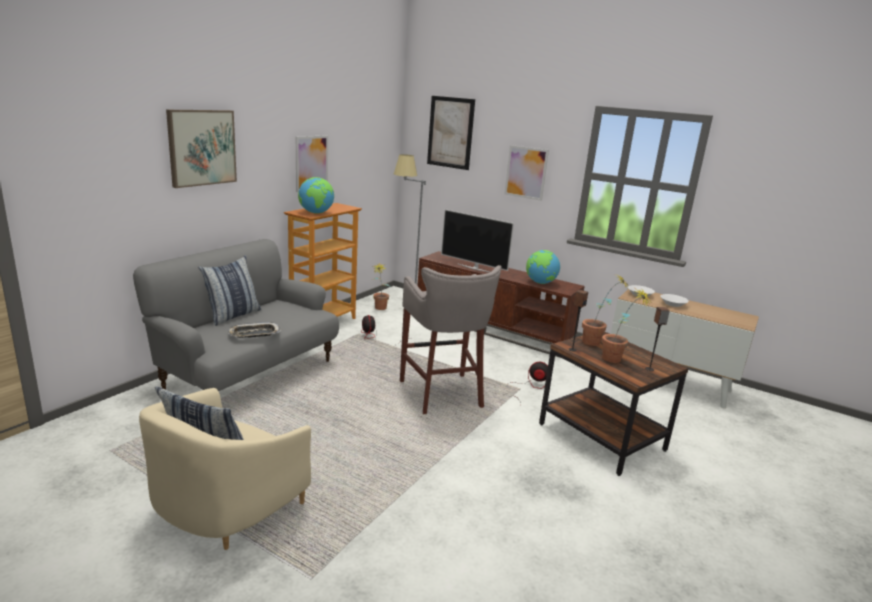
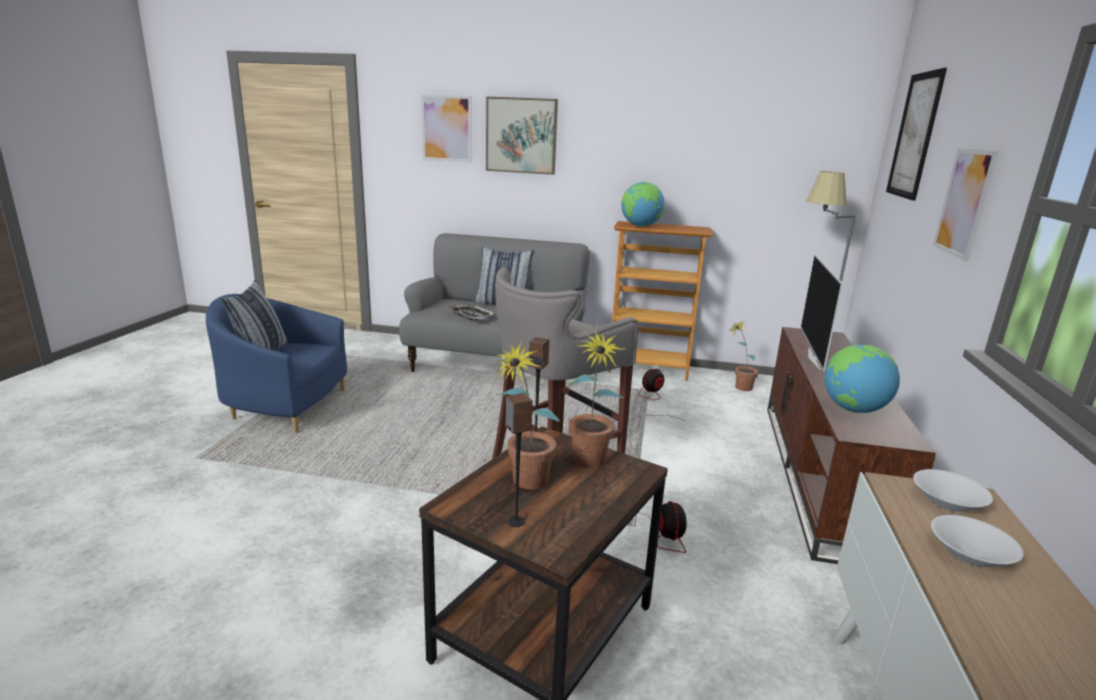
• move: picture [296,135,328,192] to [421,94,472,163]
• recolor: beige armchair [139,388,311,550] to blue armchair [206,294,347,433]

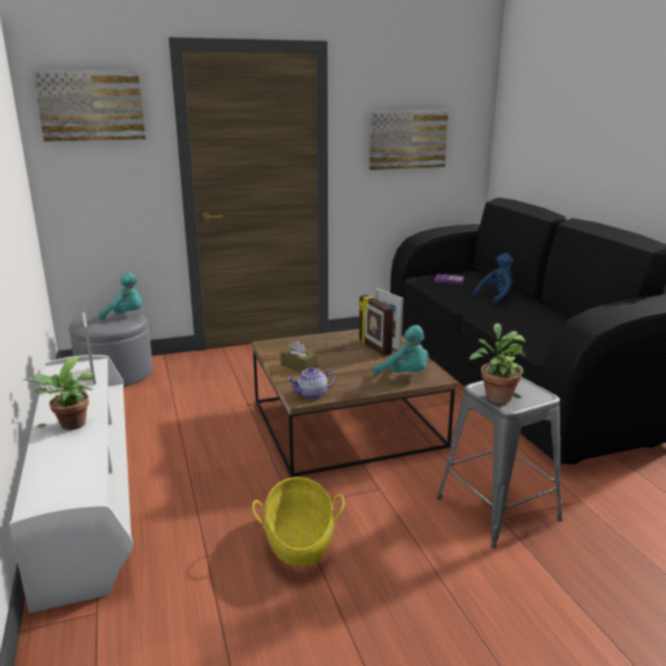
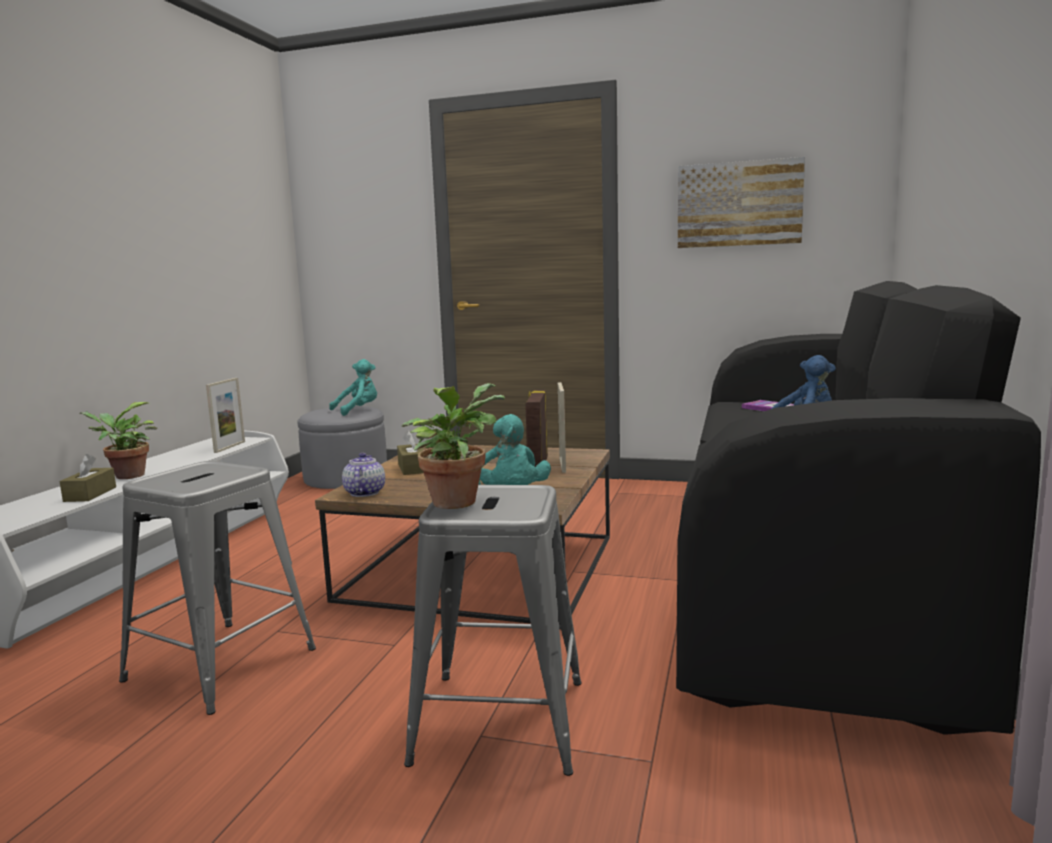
• delete: picture [33,70,146,142]
• insert: brown tissue box [60,454,116,502]
• replace: basket [252,477,345,567] to grey stool [119,461,316,715]
• rotate: turquoise plush toy [99,273,142,320] = [329,359,377,416] 75 degrees counterclockwise
• rotate: teapot [287,367,336,399] = [342,453,385,497] 75 degrees clockwise

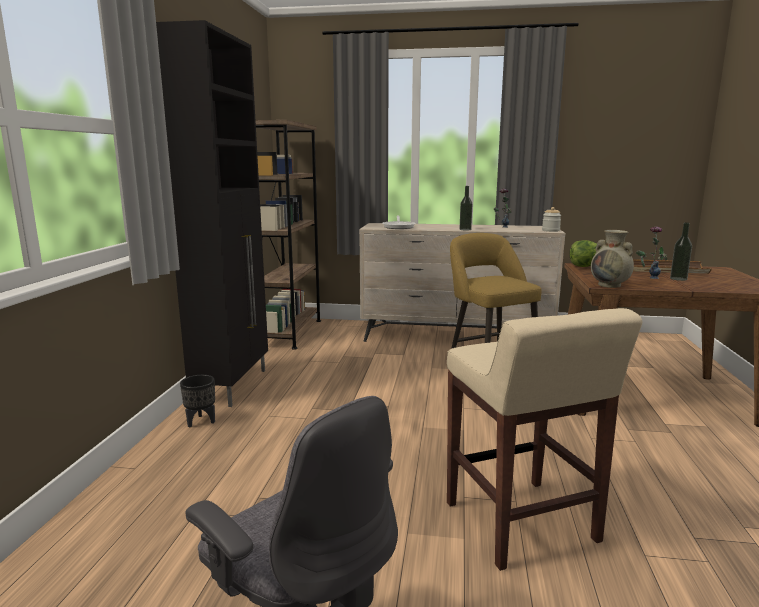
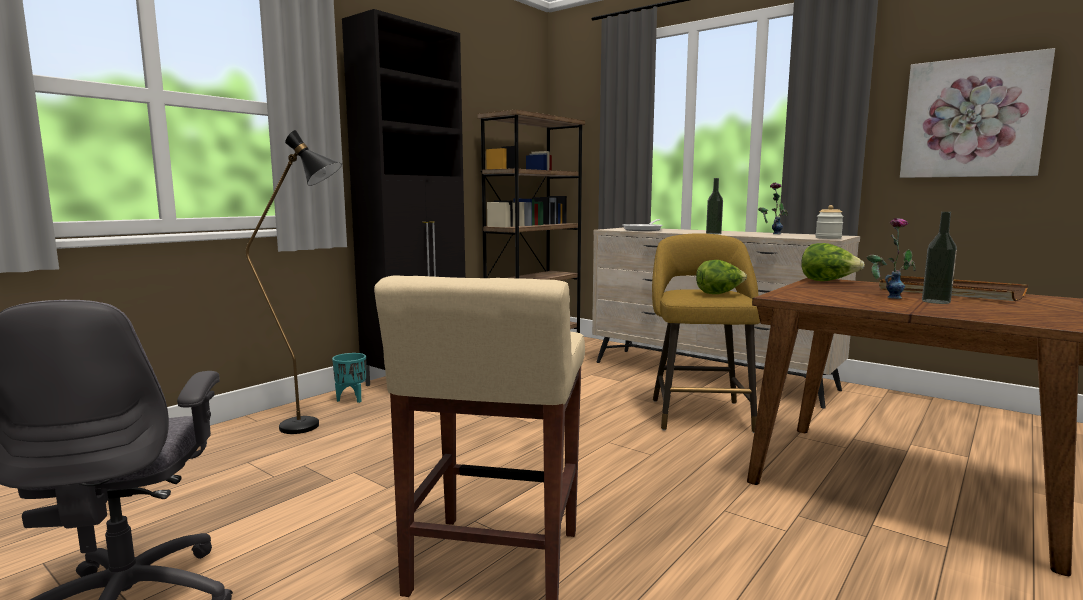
• delete: beige vase [591,230,634,288]
• insert: black floor lamp [246,130,342,434]
• insert: lettuce [696,260,747,294]
• insert: picture [900,48,1055,178]
• recolor: black planter [180,375,215,427] to turquoise planter [332,353,366,403]

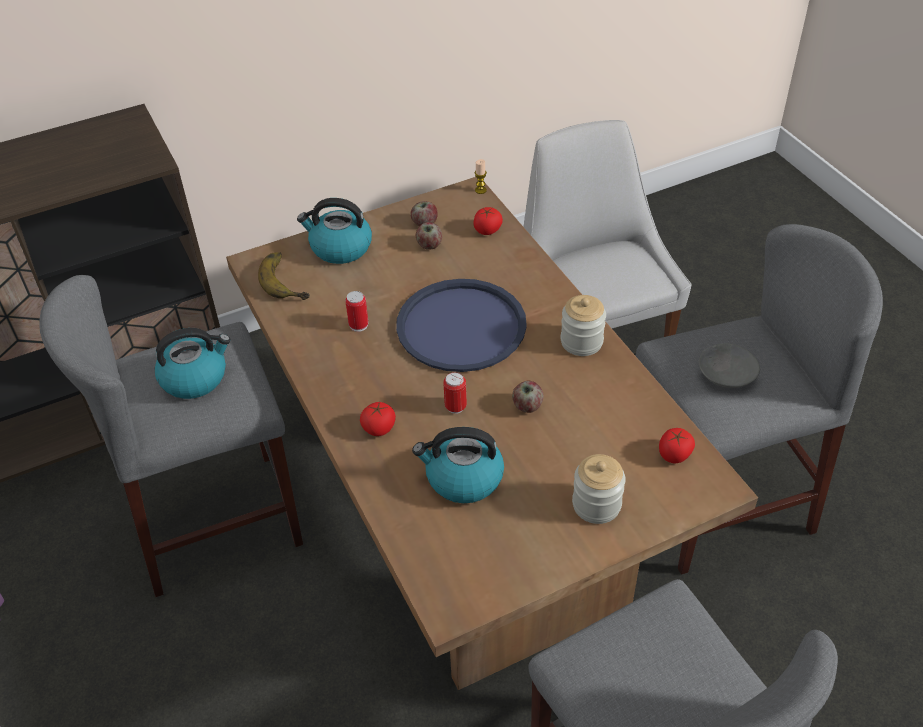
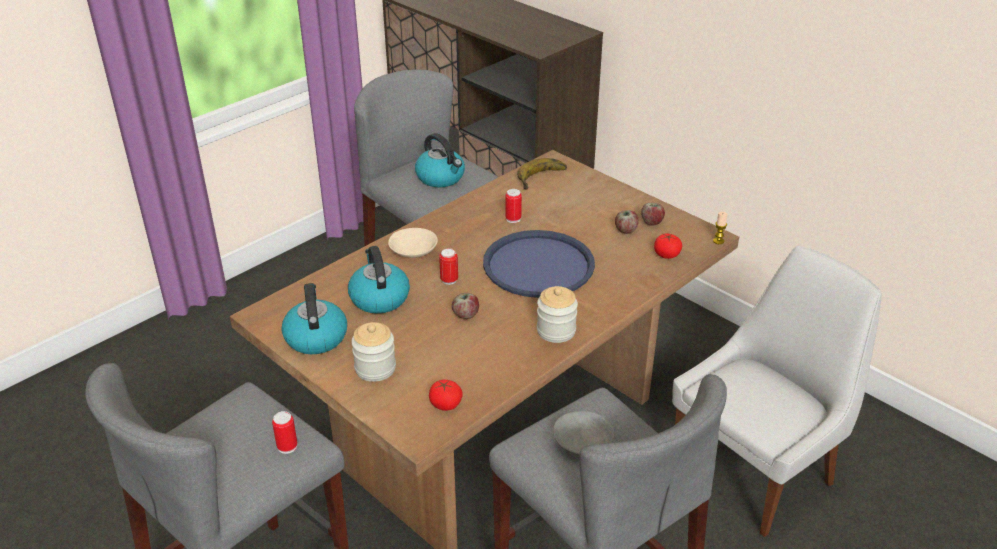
• insert: can [272,411,298,454]
• move: kettle [297,198,372,264] to [281,283,347,354]
• replace: tomato [360,402,396,436] to beige bowl [388,228,438,258]

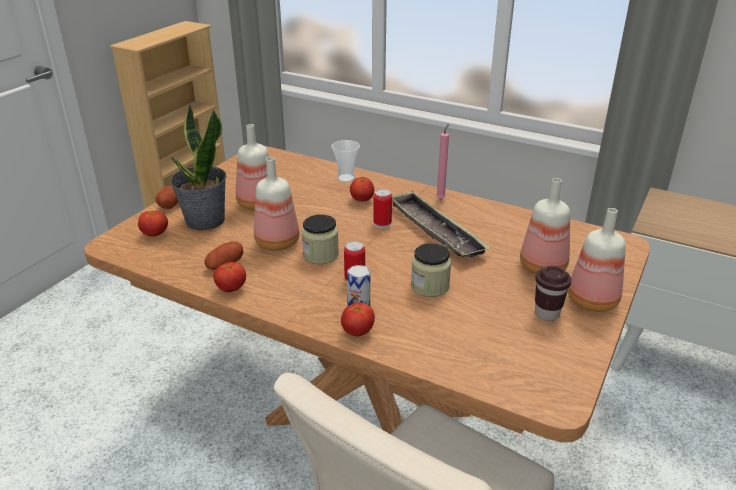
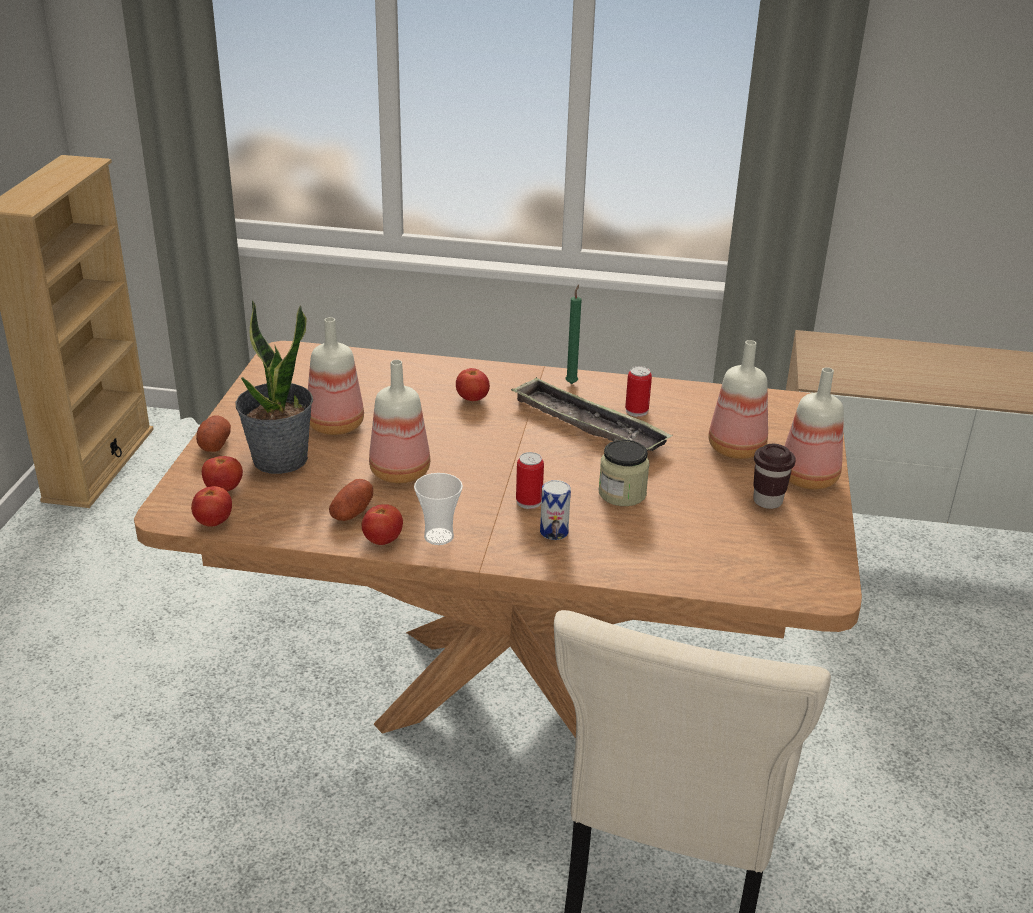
• delete: jar [302,214,339,264]
• move: cup [332,140,360,182] to [414,473,463,545]
• move: tomato [341,302,375,336] to [191,486,232,527]
• move: can [373,189,392,228] to [625,366,652,417]
• recolor: pink candle [436,124,449,200] to green candle [565,284,581,384]

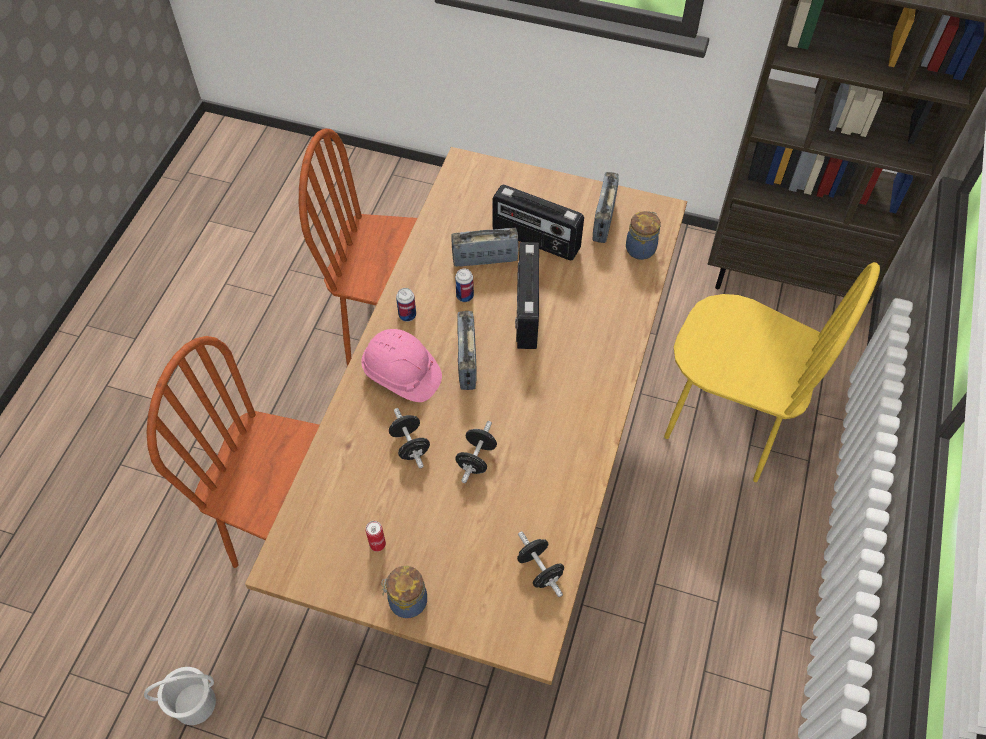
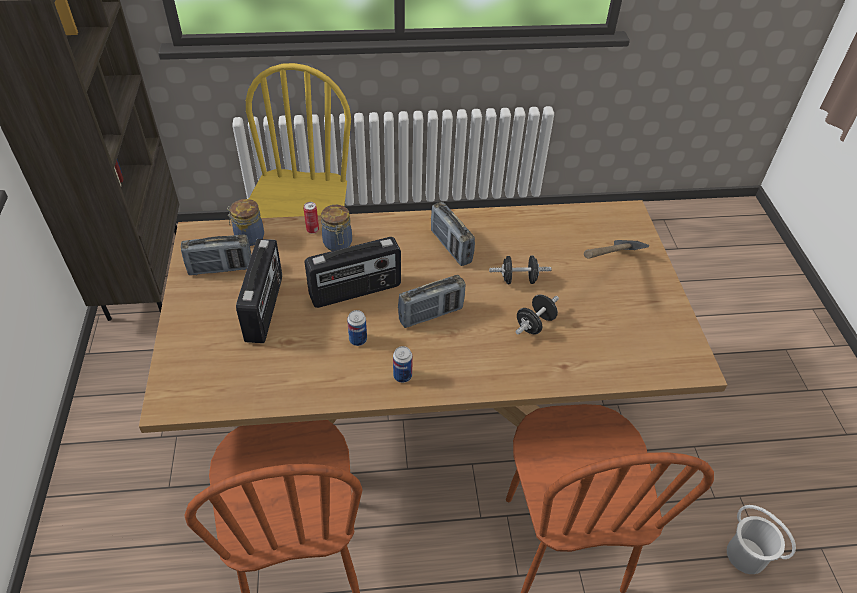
• delete: pink hard hat [361,329,442,402]
• delete: black dumbbell [517,531,564,597]
• insert: hammer [584,240,649,259]
• move: can [366,521,386,552] to [304,202,319,234]
• move: jar [381,566,427,618] to [321,205,352,251]
• move: radio [451,228,519,267] to [431,202,475,266]

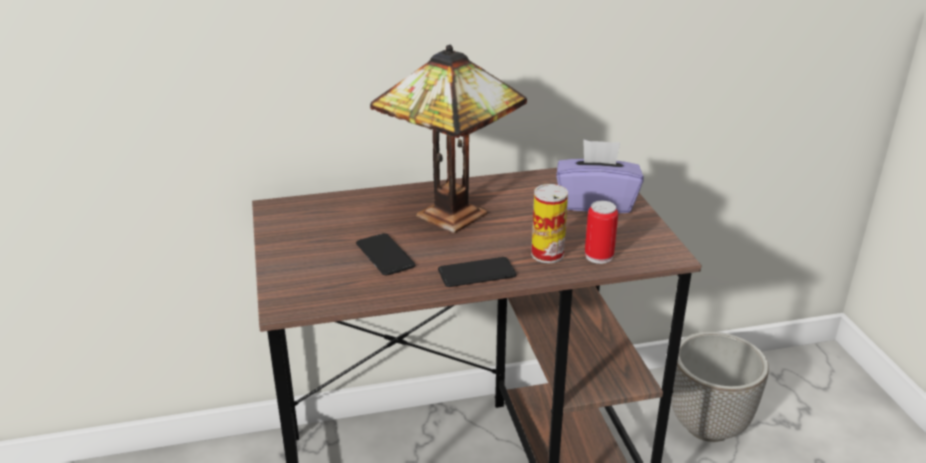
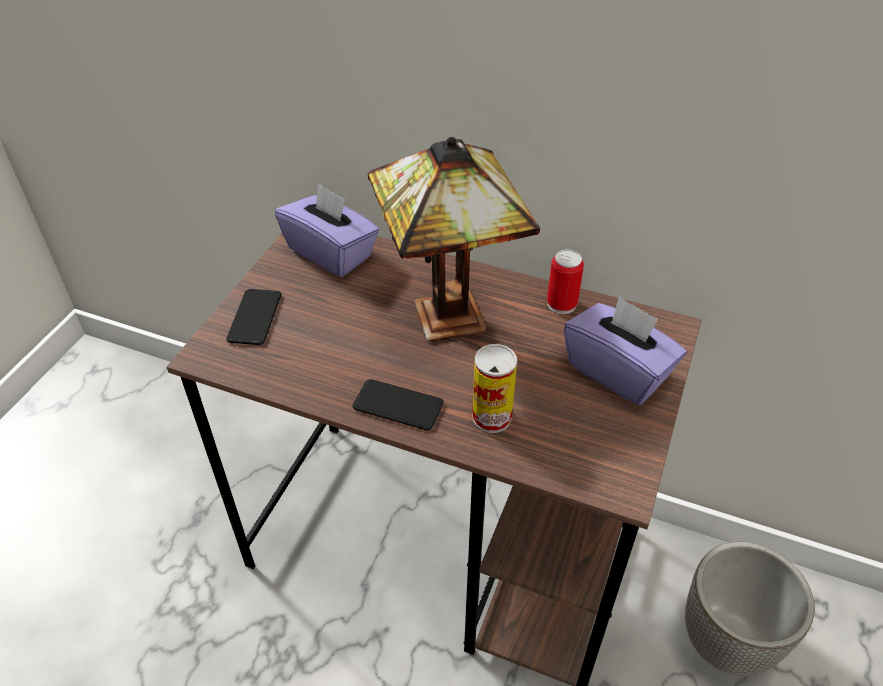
• insert: purple tissue box [275,183,379,277]
• move: phone [356,233,416,275] to [226,289,282,345]
• move: can [585,201,618,264] to [547,250,584,314]

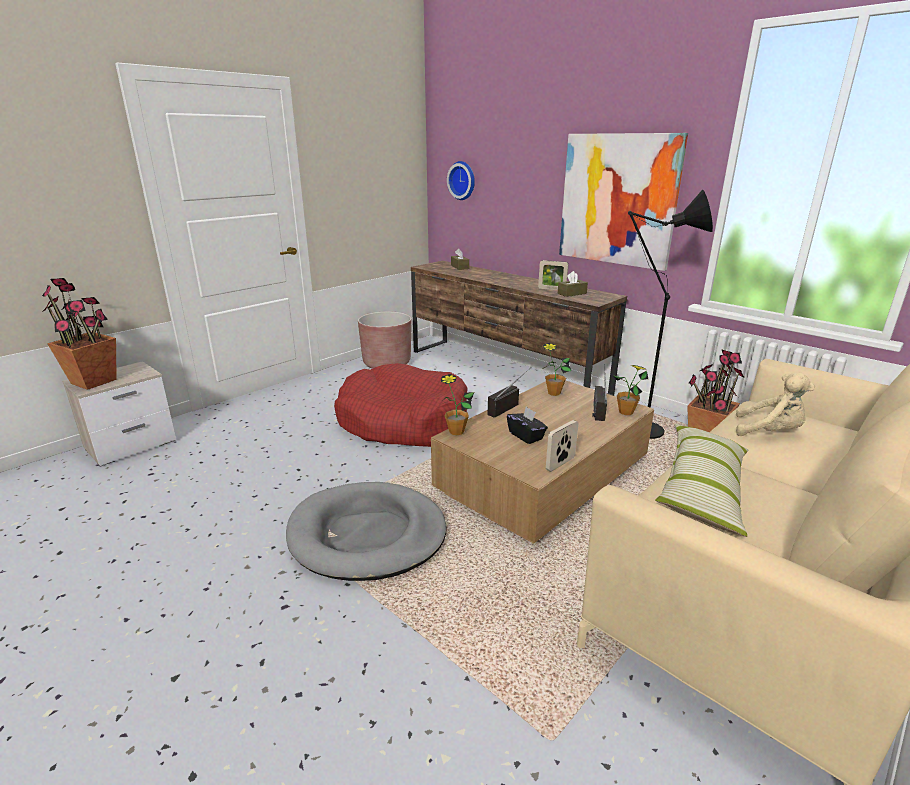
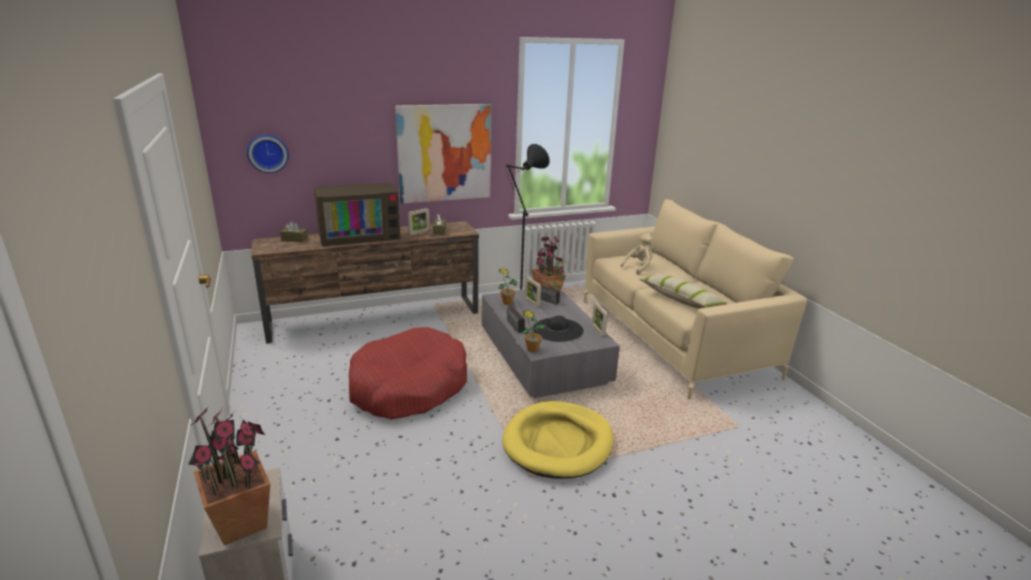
• delete: brown planter [358,311,411,369]
• insert: television [314,183,401,246]
• insert: picture frame [524,277,541,307]
• replace: black tissue box [507,407,548,444] to black hat [532,316,584,342]
• recolor: grey dog bed [286,482,446,581] to yellow dog bed [502,401,614,479]
• recolor: brown coffee table [431,380,654,544] to grey coffee table [482,286,620,398]

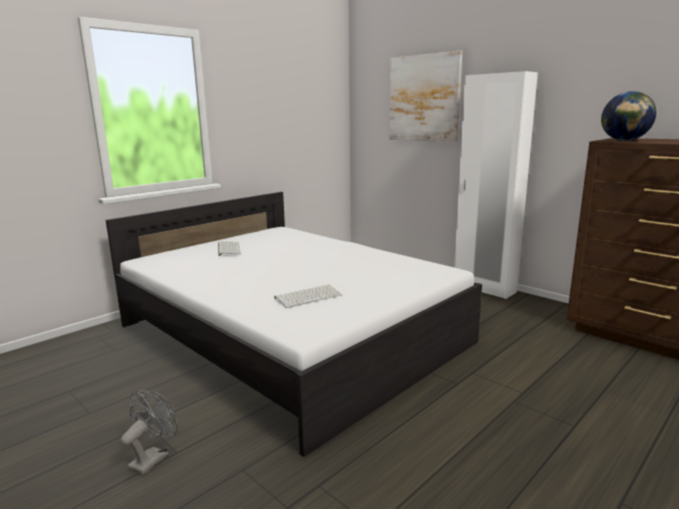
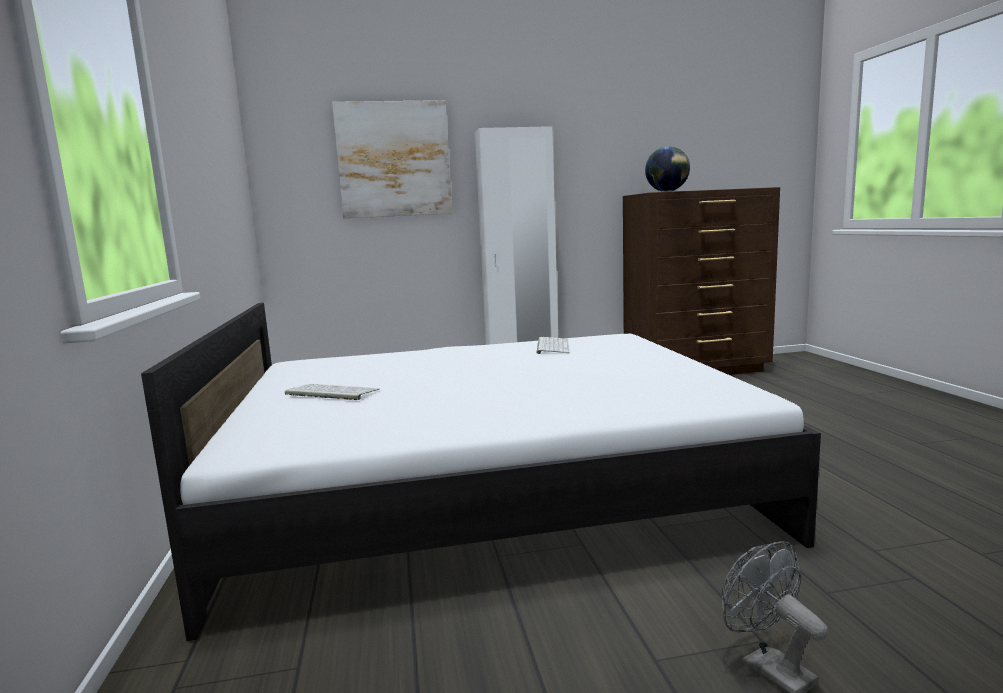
• move: keyboard [274,284,342,308] to [536,337,570,354]

